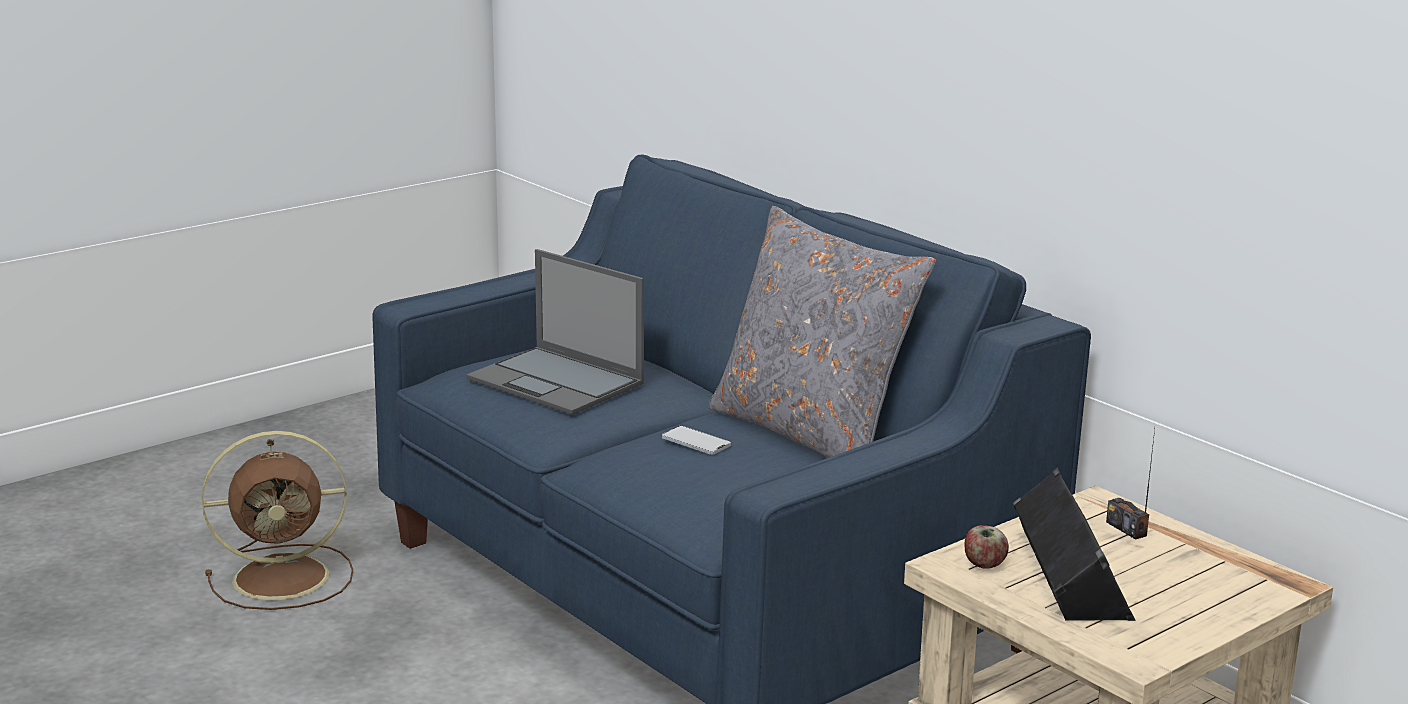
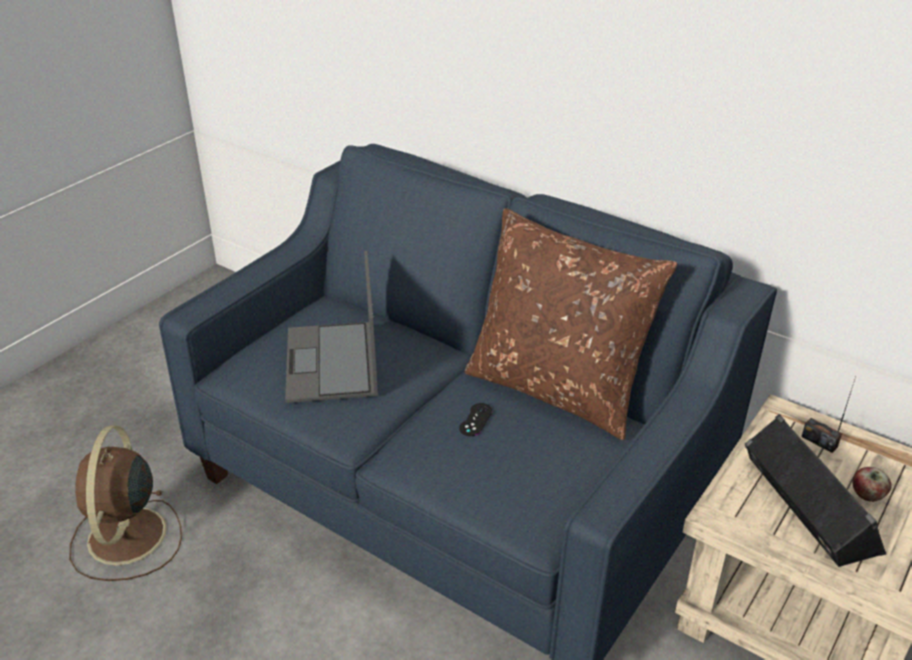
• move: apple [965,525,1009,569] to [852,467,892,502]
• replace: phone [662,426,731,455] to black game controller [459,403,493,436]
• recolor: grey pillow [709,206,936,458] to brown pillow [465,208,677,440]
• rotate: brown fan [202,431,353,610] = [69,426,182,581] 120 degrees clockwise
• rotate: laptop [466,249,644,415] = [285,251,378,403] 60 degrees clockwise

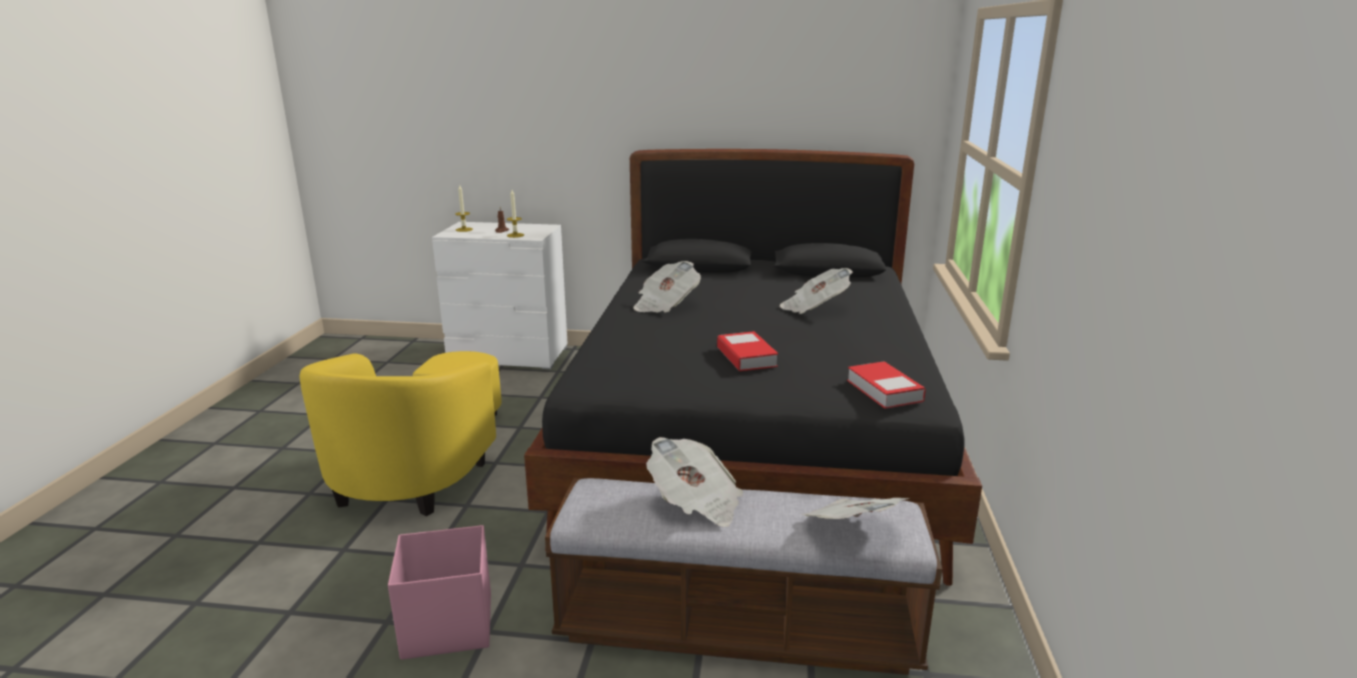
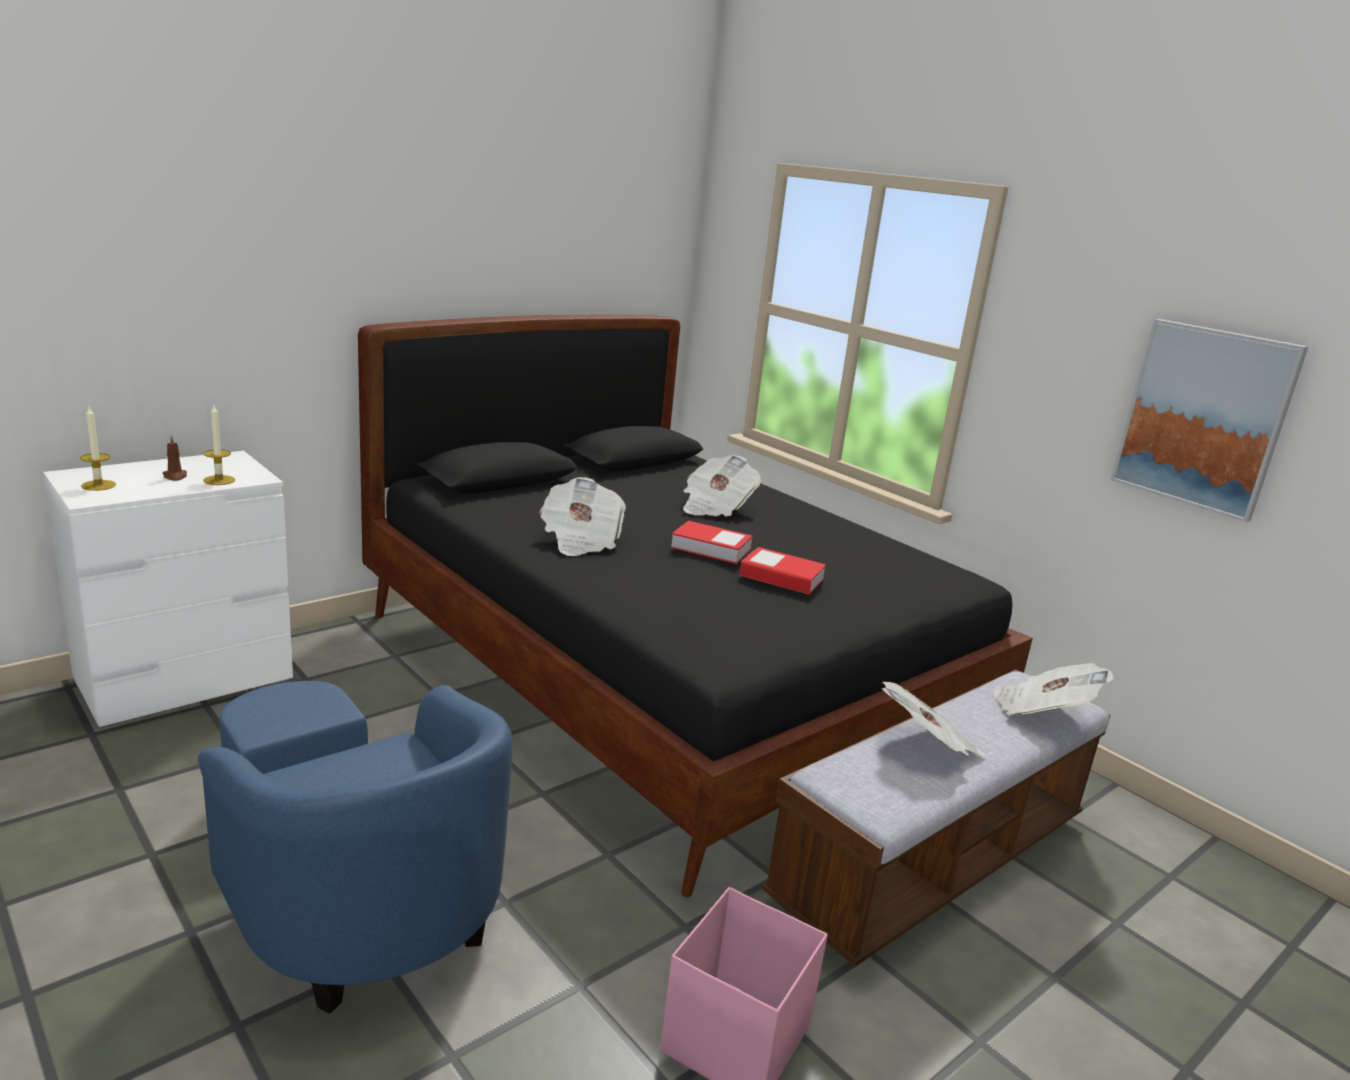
• insert: picture [1110,319,1308,522]
• move: book [847,361,926,409] to [671,521,753,564]
• recolor: yellow armchair [300,351,502,516] to blue armchair [198,681,512,1014]

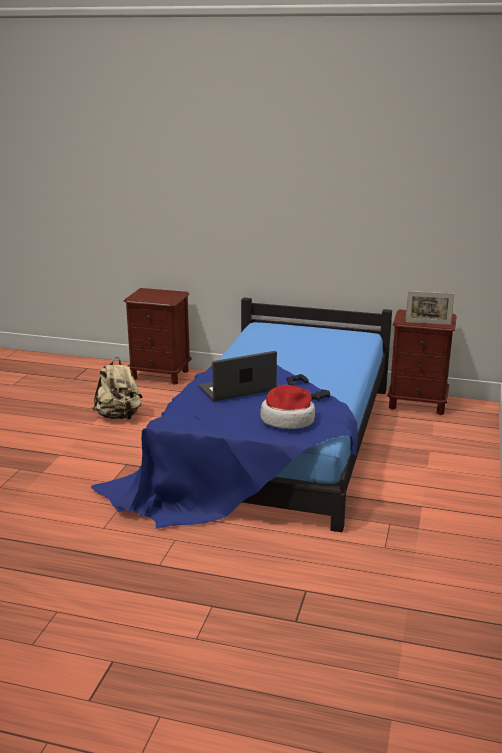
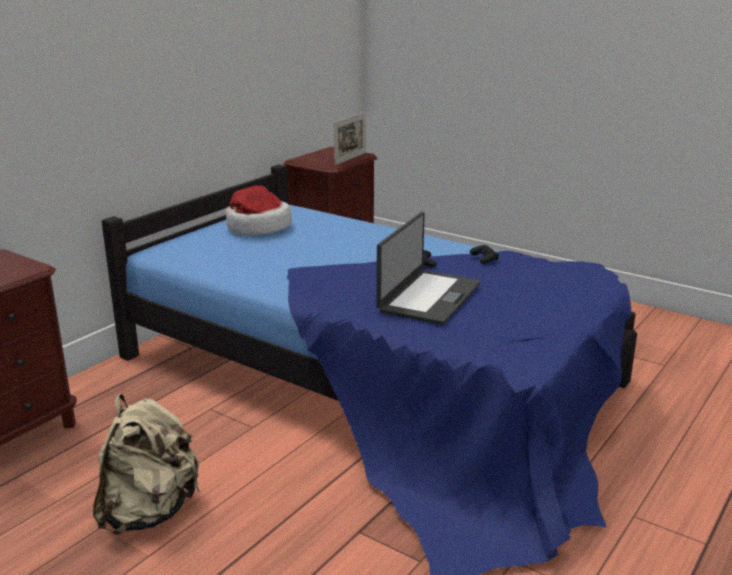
• move: hat [261,385,315,429] to [225,185,292,235]
• rotate: laptop [199,351,277,401] = [376,212,481,325] 150 degrees counterclockwise

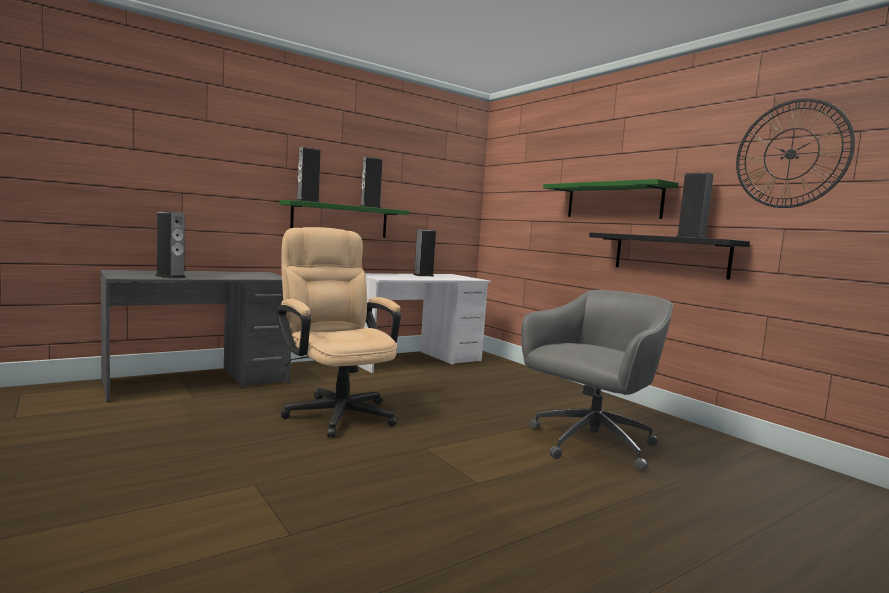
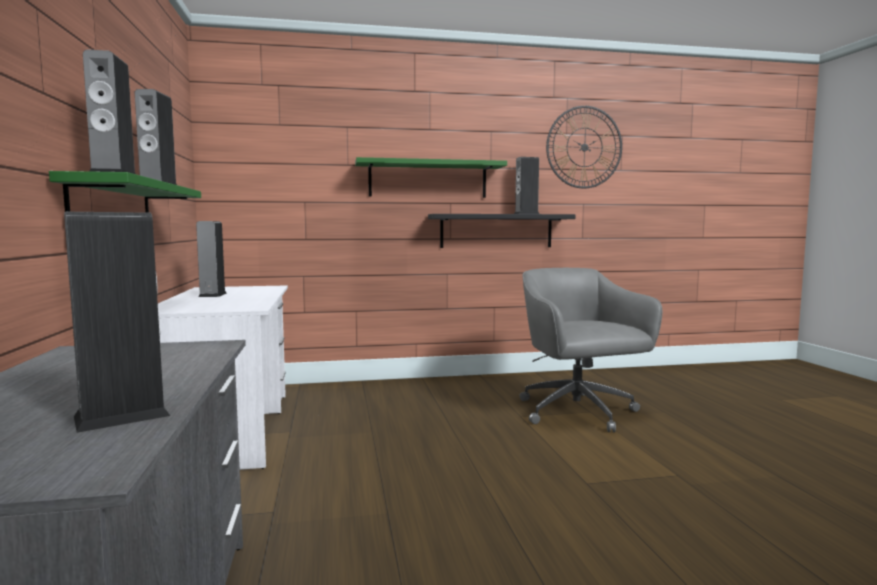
• delete: beige office chair [275,227,401,438]

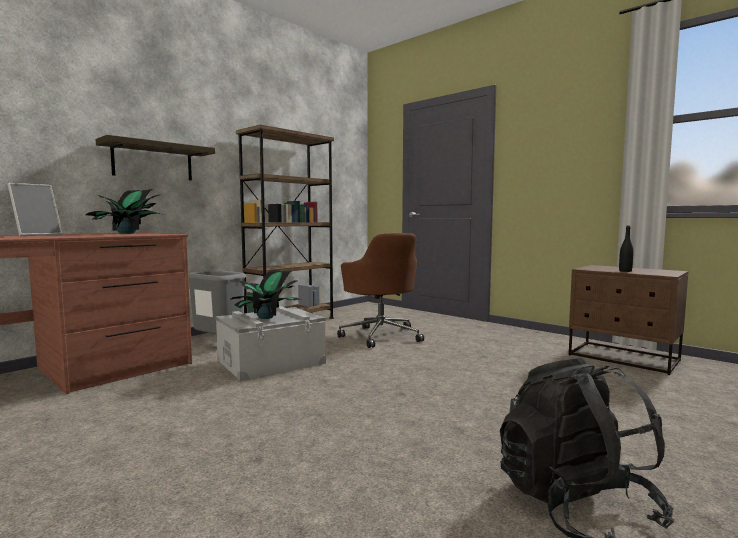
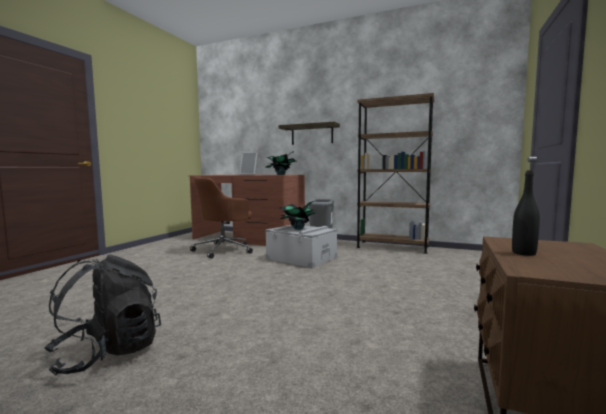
• move: brown office chair [337,233,424,348] to [190,177,253,259]

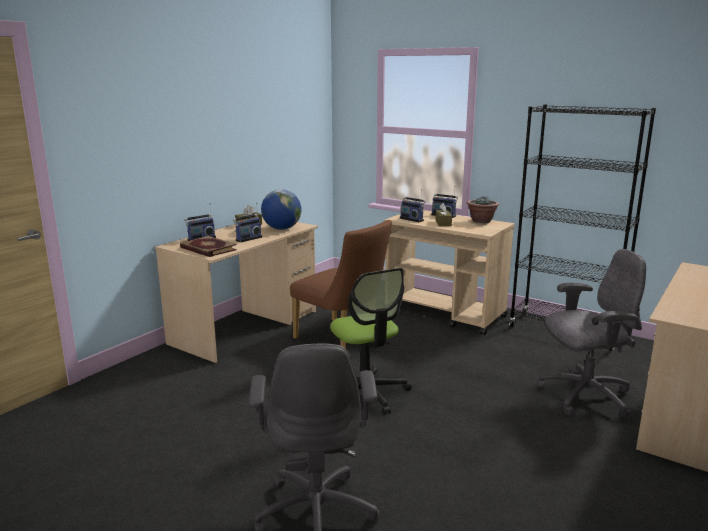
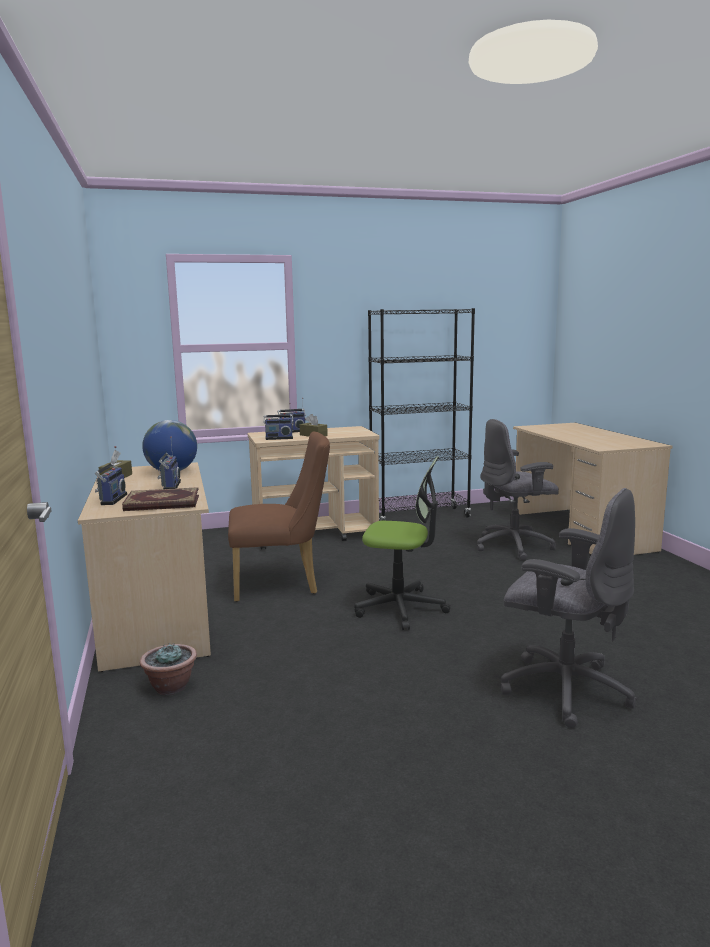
• move: potted plant [467,196,499,223] to [140,643,197,695]
• rotate: grey office chair [538,249,646,418] = [477,419,559,560] 135 degrees counterclockwise

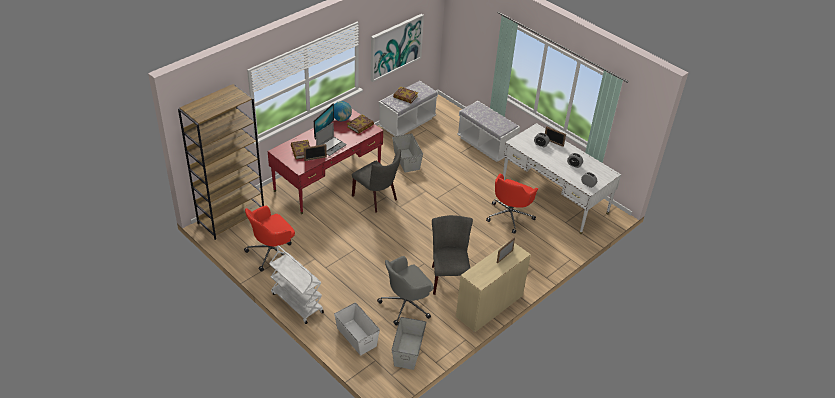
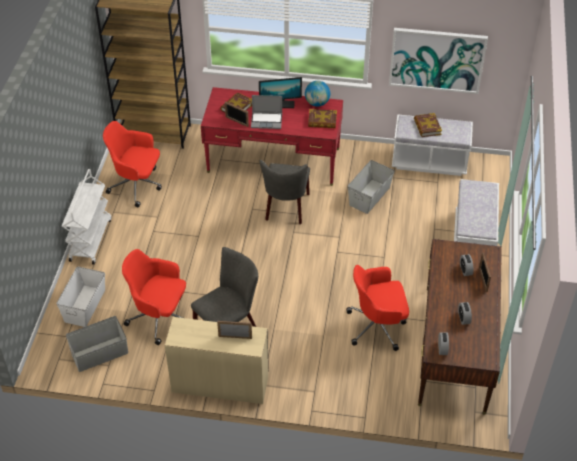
• recolor: grey office chair [377,256,434,326] to red office chair [122,249,186,345]
• recolor: white desk [503,123,621,234] to brown desk [418,239,502,415]

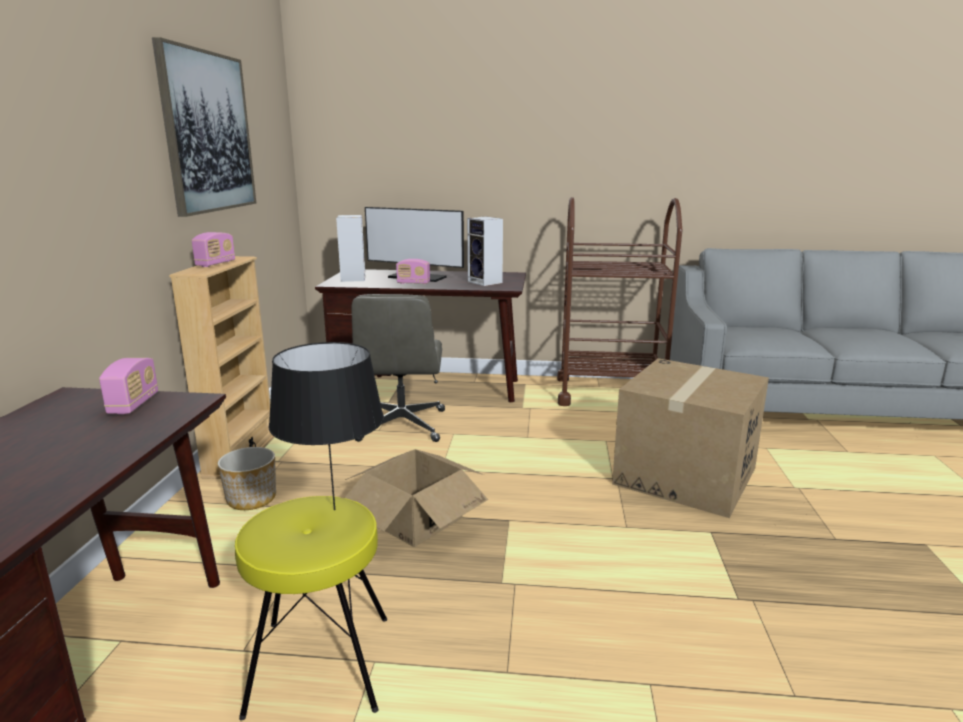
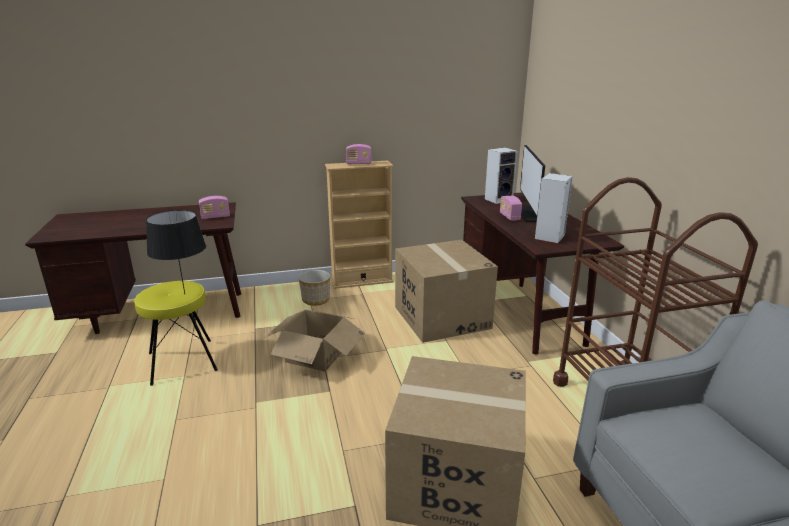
• delete: picture [152,37,256,217]
• replace: grey office chair [351,294,445,442] to cardboard box [395,240,498,343]

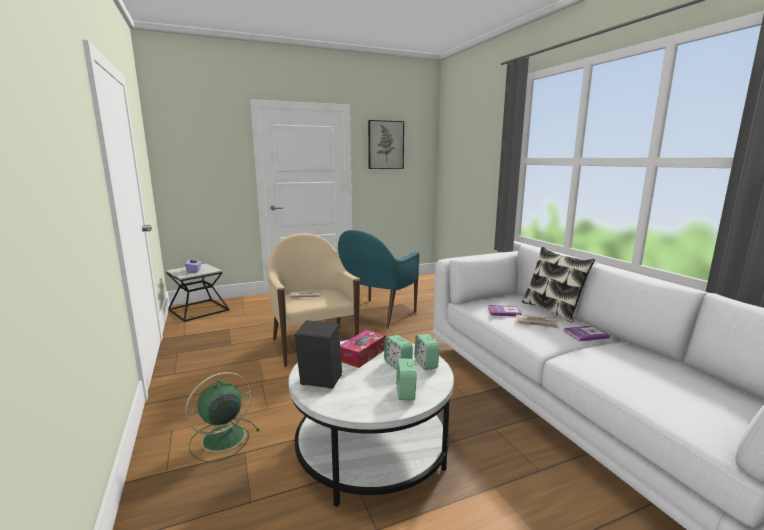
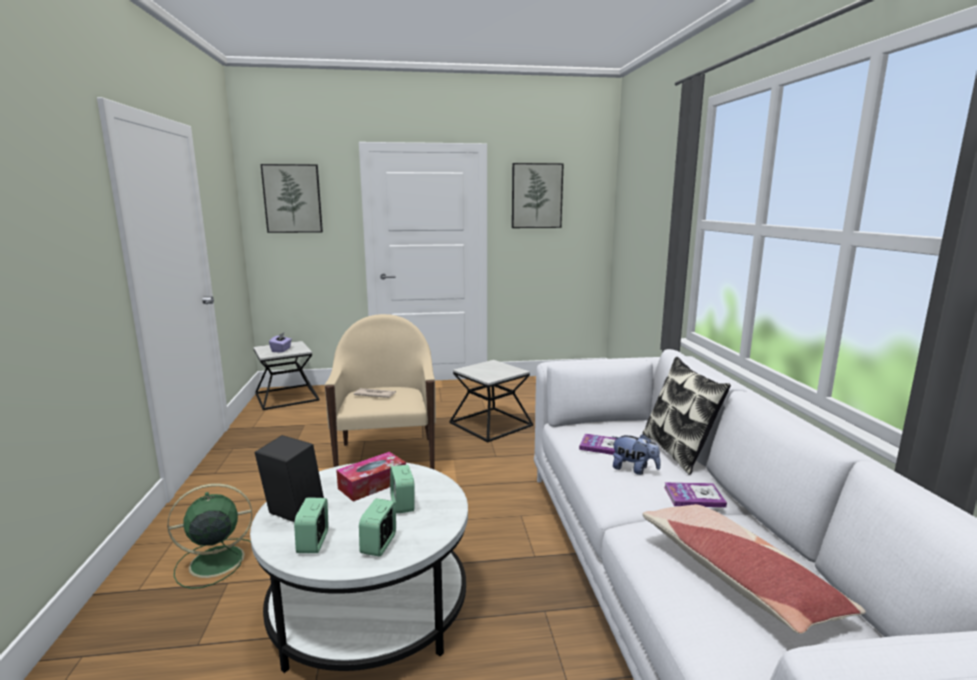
• insert: picture [261,164,323,233]
• insert: pillow [642,504,866,634]
• move: alarm clock [414,334,439,370] to [294,498,328,553]
• replace: turquoise armchair [338,230,420,329] to side table [449,360,533,442]
• replace: newspaper [516,315,559,329] to plush toy [612,434,661,475]

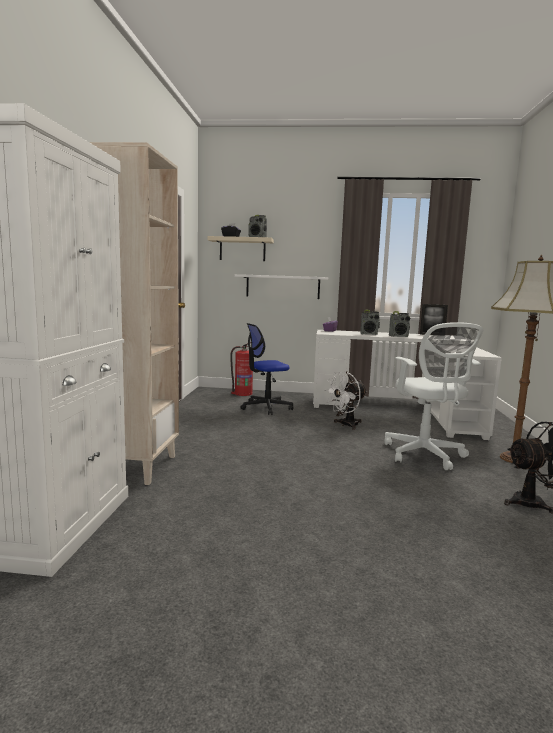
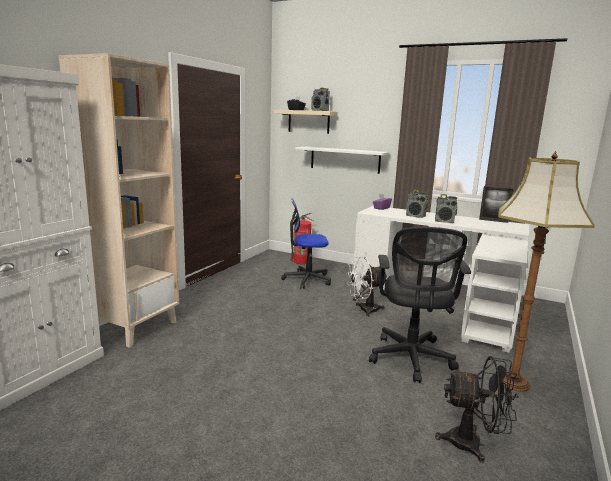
• recolor: white office chair [384,322,483,470] to black office chair [369,227,471,383]

